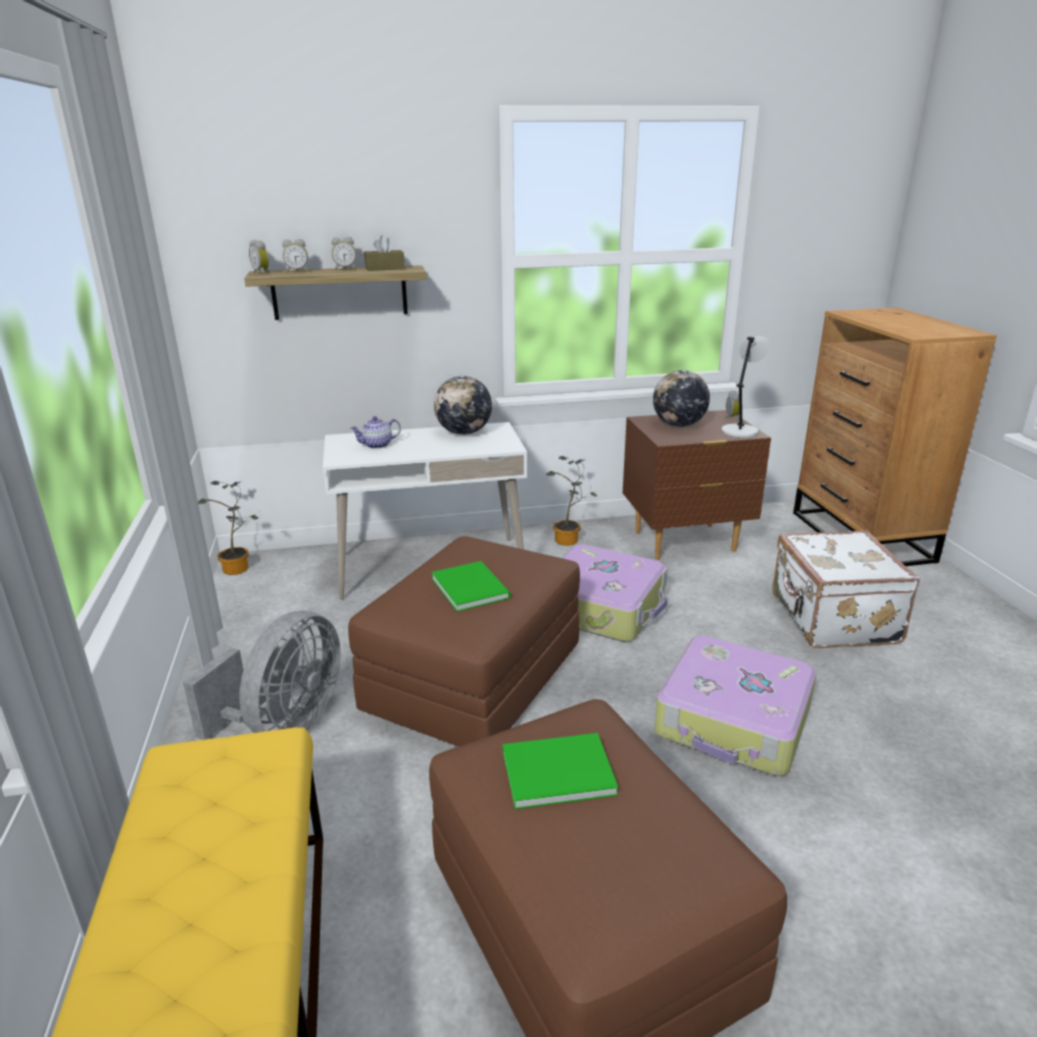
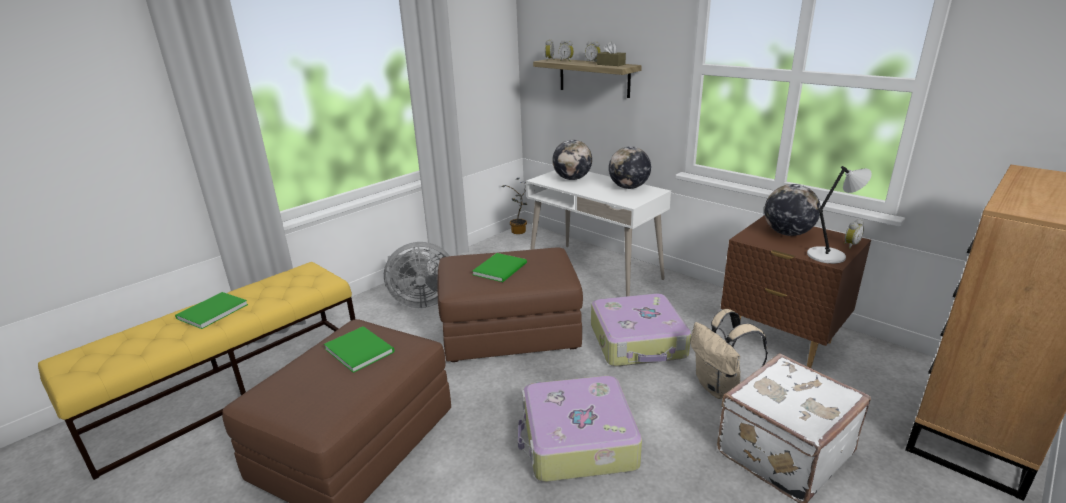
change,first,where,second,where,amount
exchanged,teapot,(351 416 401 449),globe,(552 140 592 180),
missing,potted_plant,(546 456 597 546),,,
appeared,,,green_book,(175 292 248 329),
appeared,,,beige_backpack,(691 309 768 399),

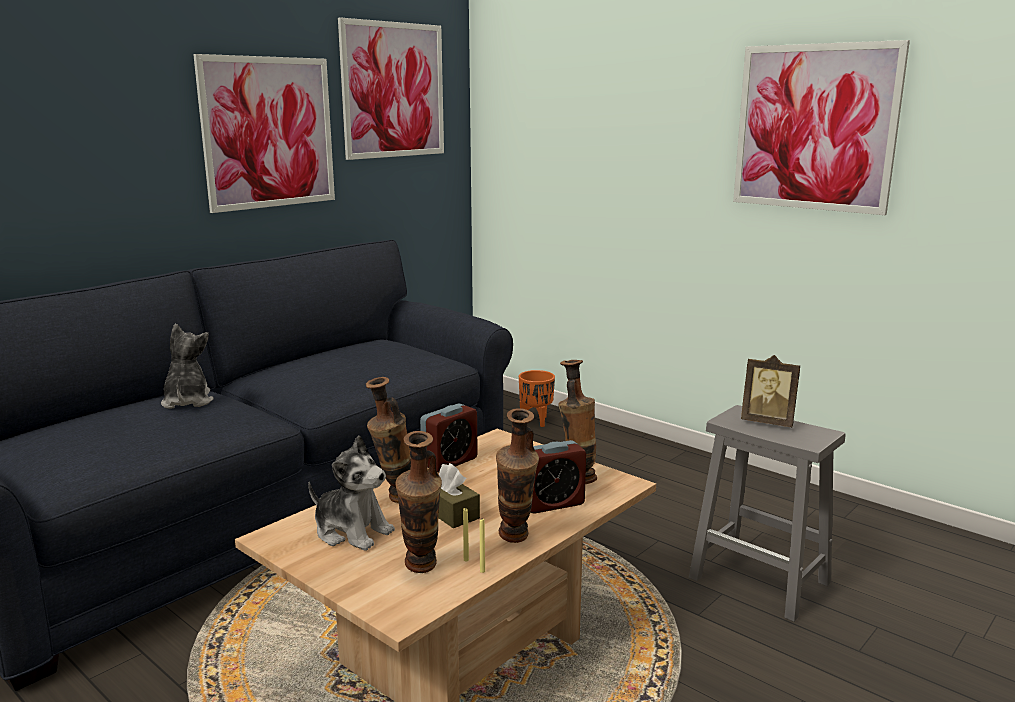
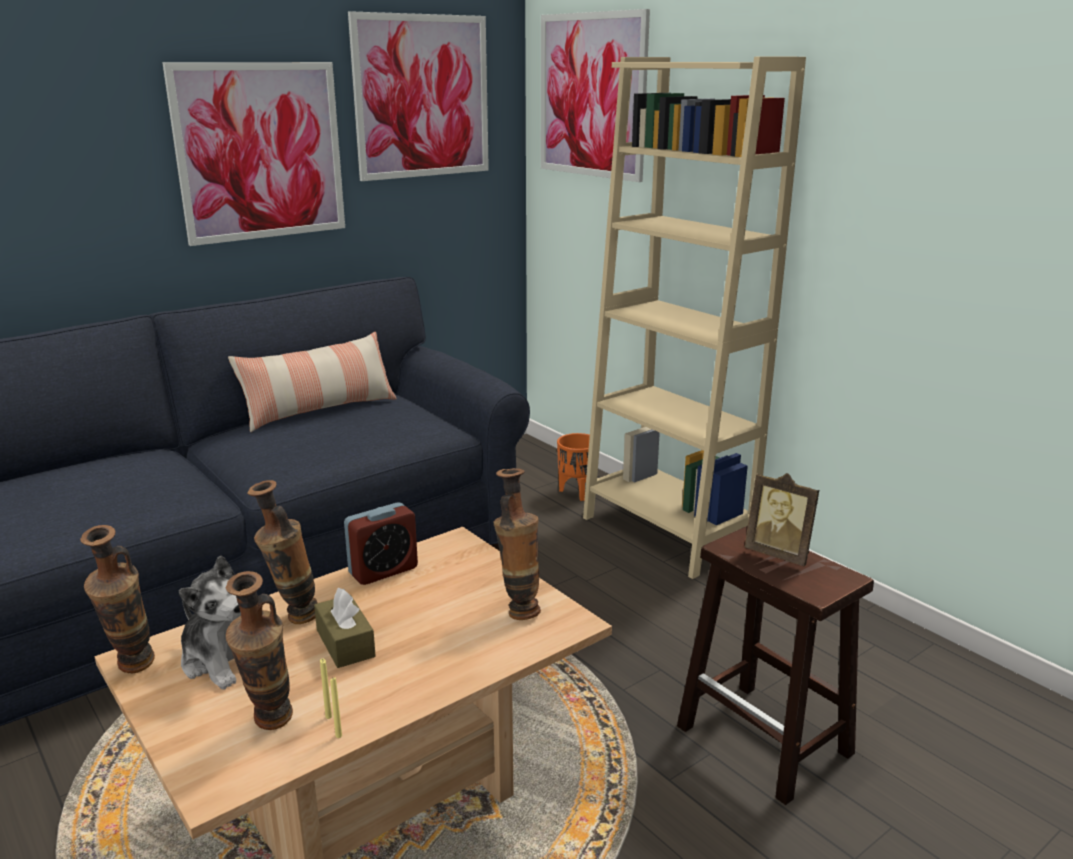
change,first,where,second,where,amount
relocated,picture,(733 40 910 215),,(541 9 650 182),
missing,plush_toy,(161 324 214 409),,,
colour,grey_stool,(689 405 845 622),brown_stool,(677 526 874 805),
relocated,vase,(496 408 539 543),,(80 525 155 673),
missing,alarm_clock,(530 440 586 514),,,
appeared,,,beige_bookcase,(583 57 806 579),
appeared,,,pillow,(228 332 397 432),

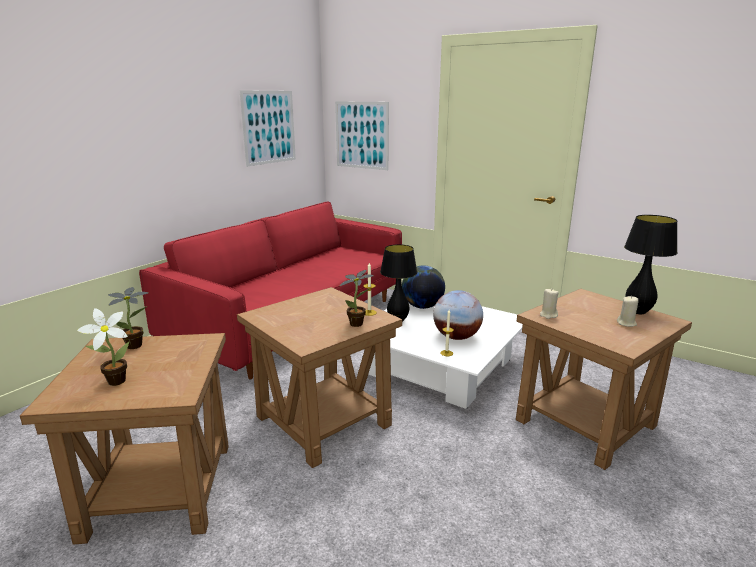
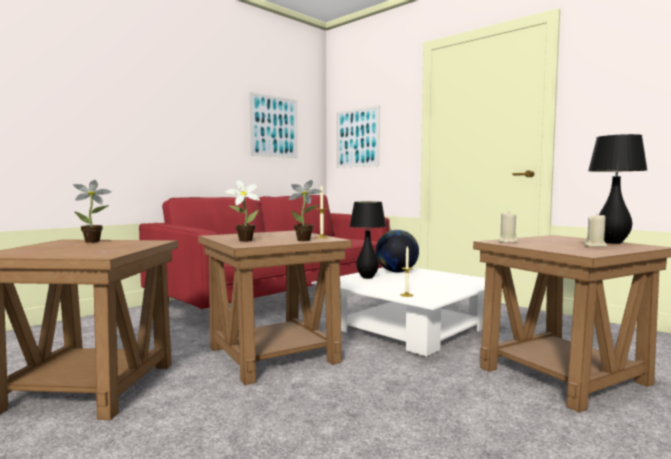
change,first,where,second,where,amount
missing,globe,(433 290 483 340),,,
relocated,potted_plant,(77 308 129 386),,(225 180 260 242),

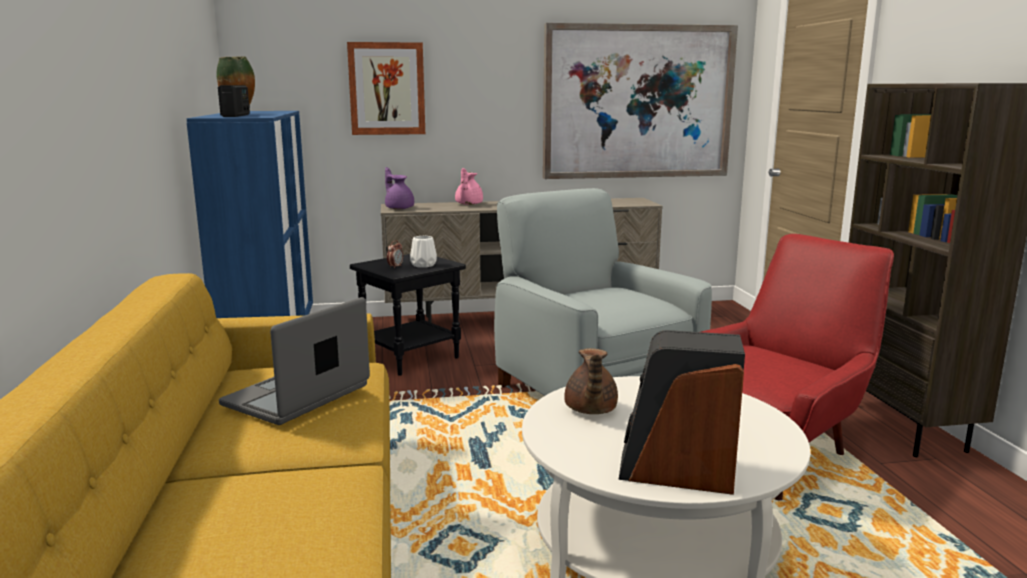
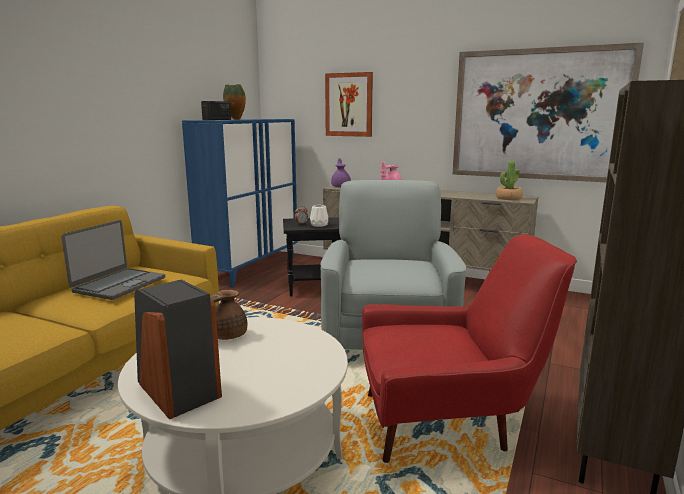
change,first,where,second,where,amount
spun,laptop,(219 297 370 425),,(61 220 165 300),135 degrees clockwise
appeared,,,potted_plant,(496 160 523 200),

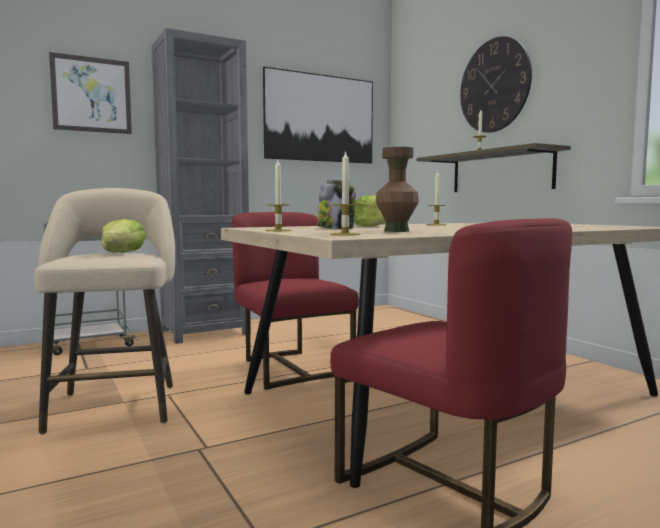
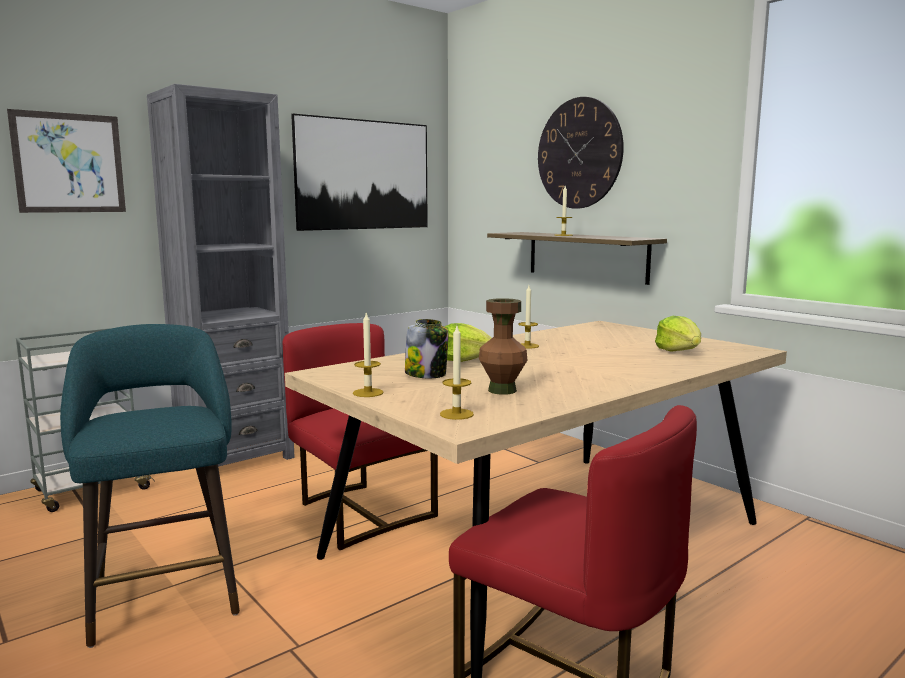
change,first,where,second,where,amount
colour,beige_stool,(35 188 175 435),turquoise_stool,(60 324 240 648),
relocated,lettuce,(101 219 146 253),,(655 316 701 352),

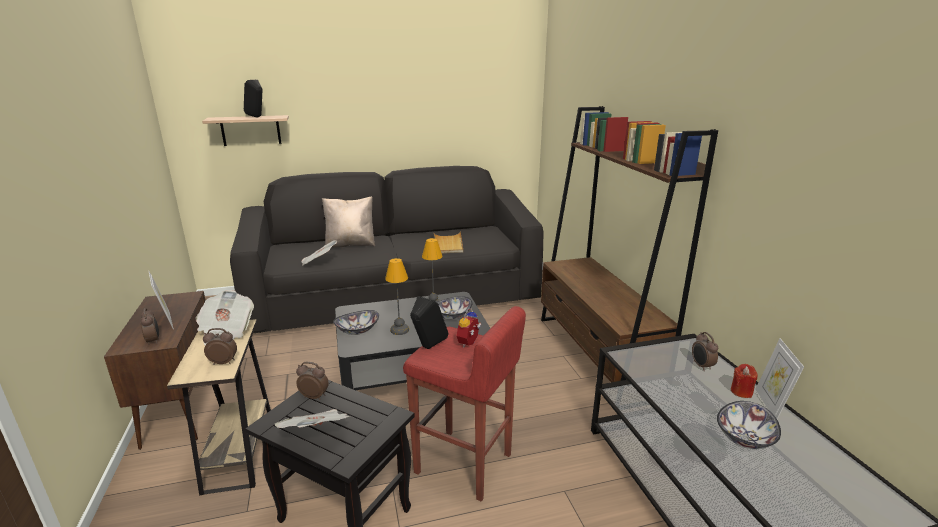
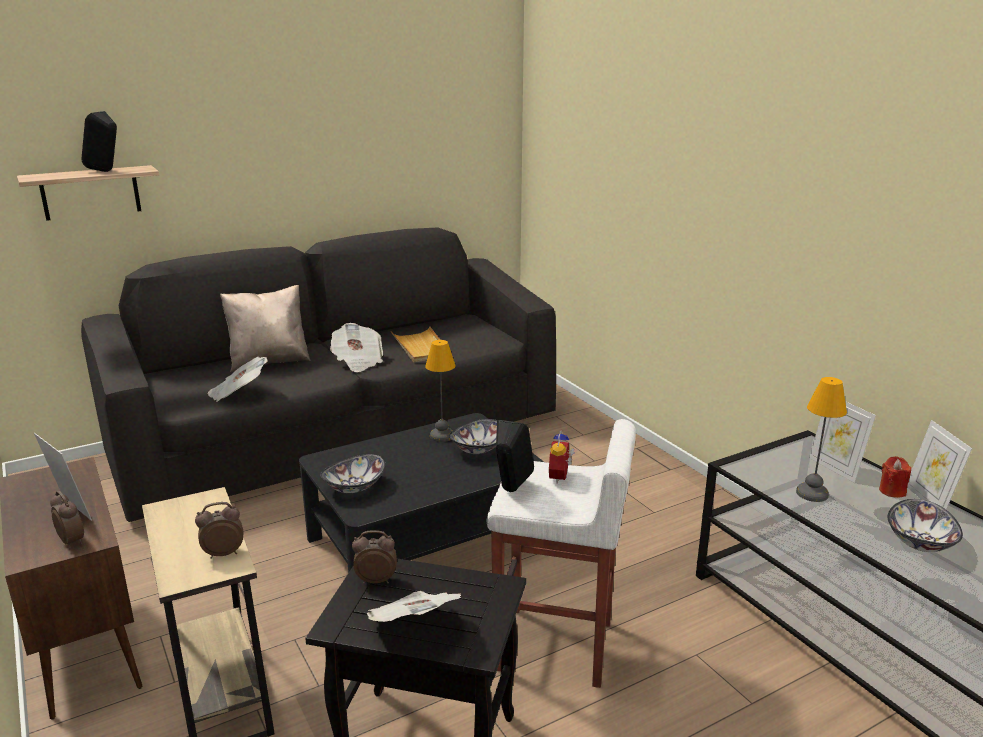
change,first,where,second,where,amount
missing,brown_bookcase,(541 106 718 382),,,
relocated,table_lamp,(385 258 409 335),,(796 377 847 502),
relocated,newspaper,(195 290 254 345),,(330 323 383 372),
colour,red_stool,(403 306 526 502),white_stool,(487 419 636 688),
exchanged,alarm_clock,(692 332 718 371),picture_frame,(809 401 876 483),

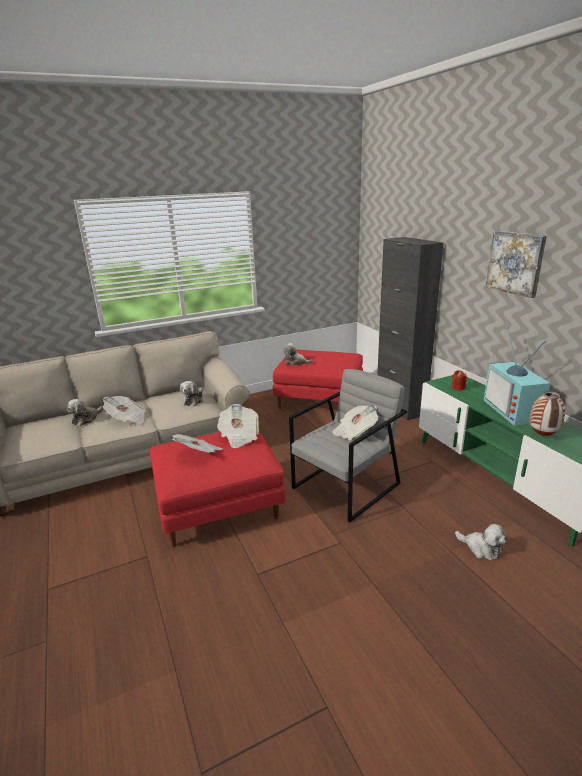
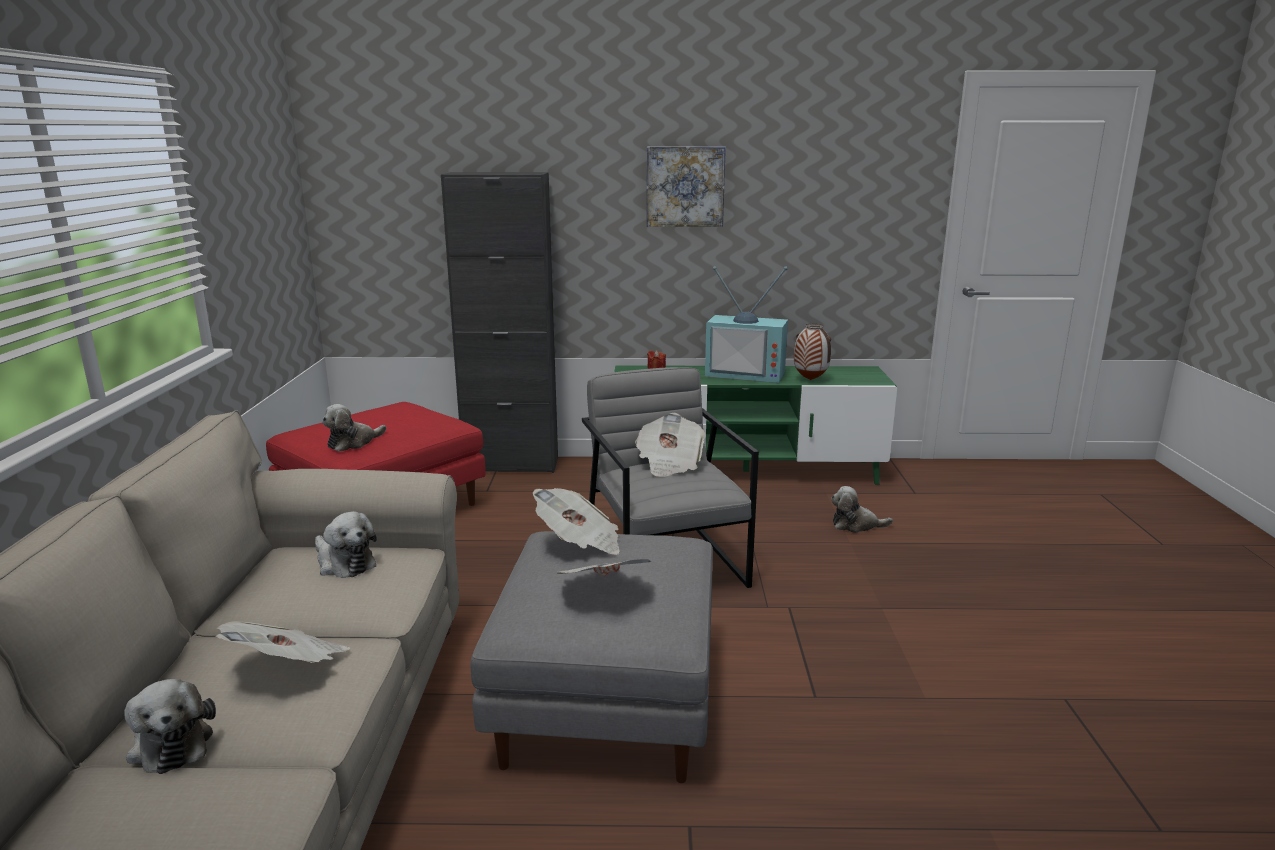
change,first,where,second,where,amount
colour,red_ottoman,(150 431 286 547),grey_ottoman,(471 531 713 783),
spun,plush_toy,(455 524 506 560),,(831 486 893 533),150 degrees counterclockwise

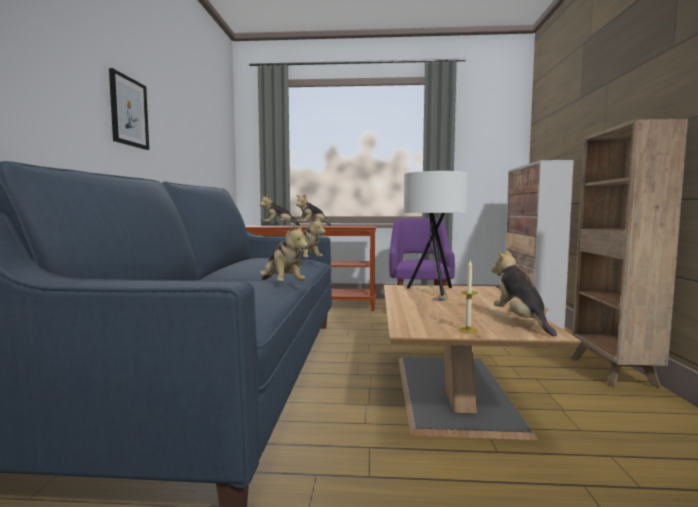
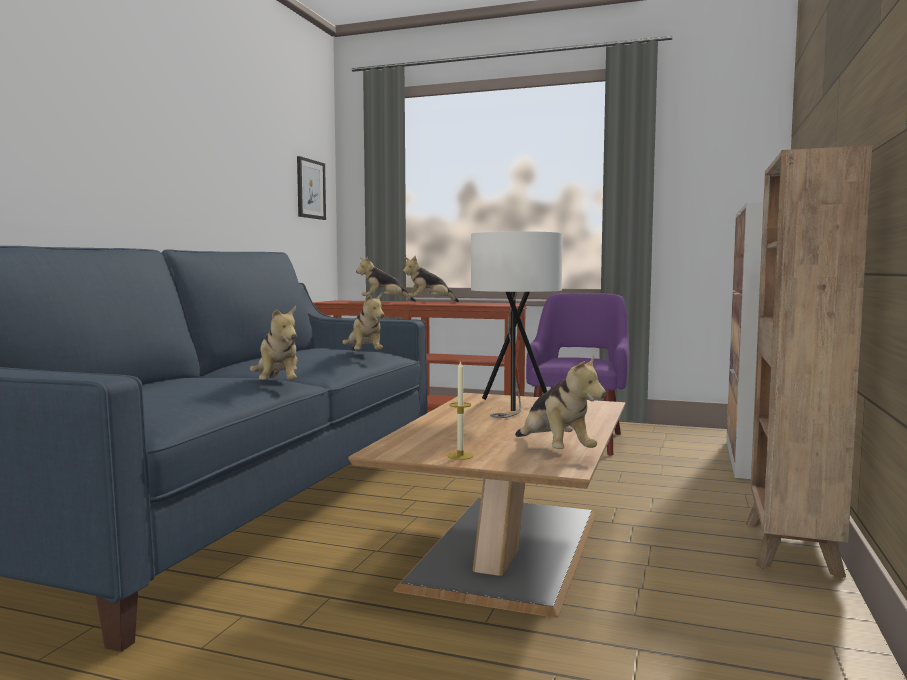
change,first,where,second,where,amount
relocated,picture,(109 68 149 150),,(297 156 326 220),
spun,plush_toy,(491 250 557 337),,(515 355 606 449),150 degrees clockwise

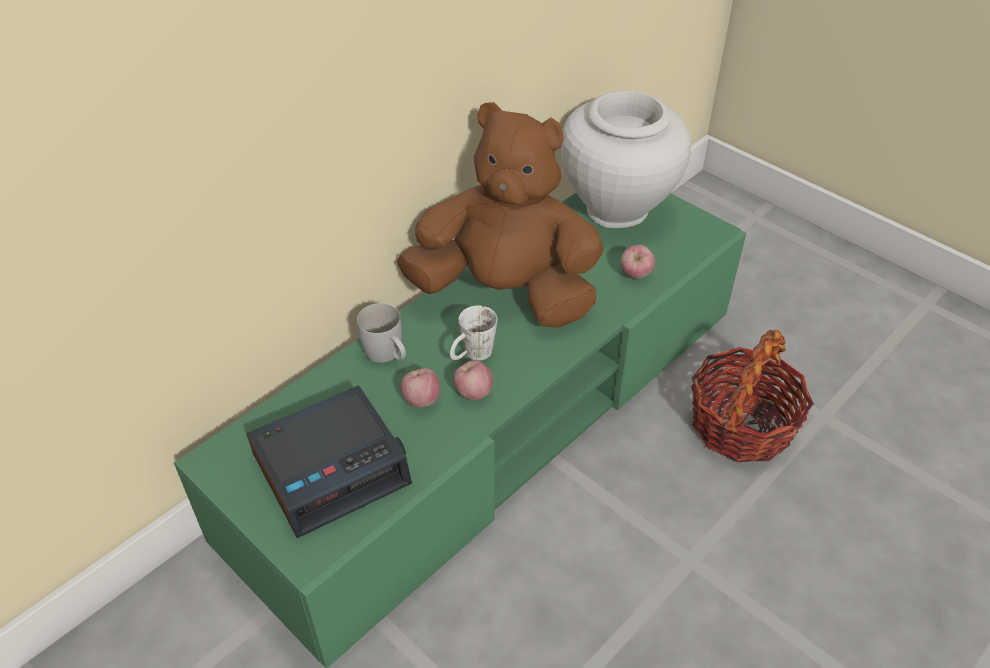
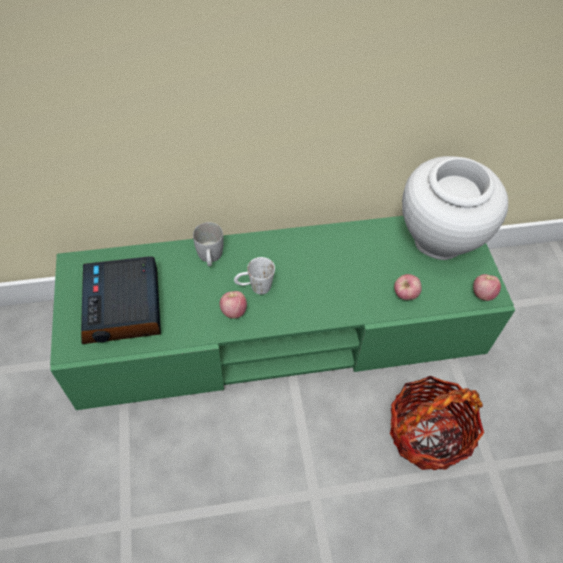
change,first,where,second,where,amount
missing,brown_plush_toy,(397 102 604 328),,,
relocated,apple,(401 368 440 408),,(473 274 501 301),
spun,alarm_clock,(247 385 412 538),,(81 257 161 344),75 degrees clockwise

